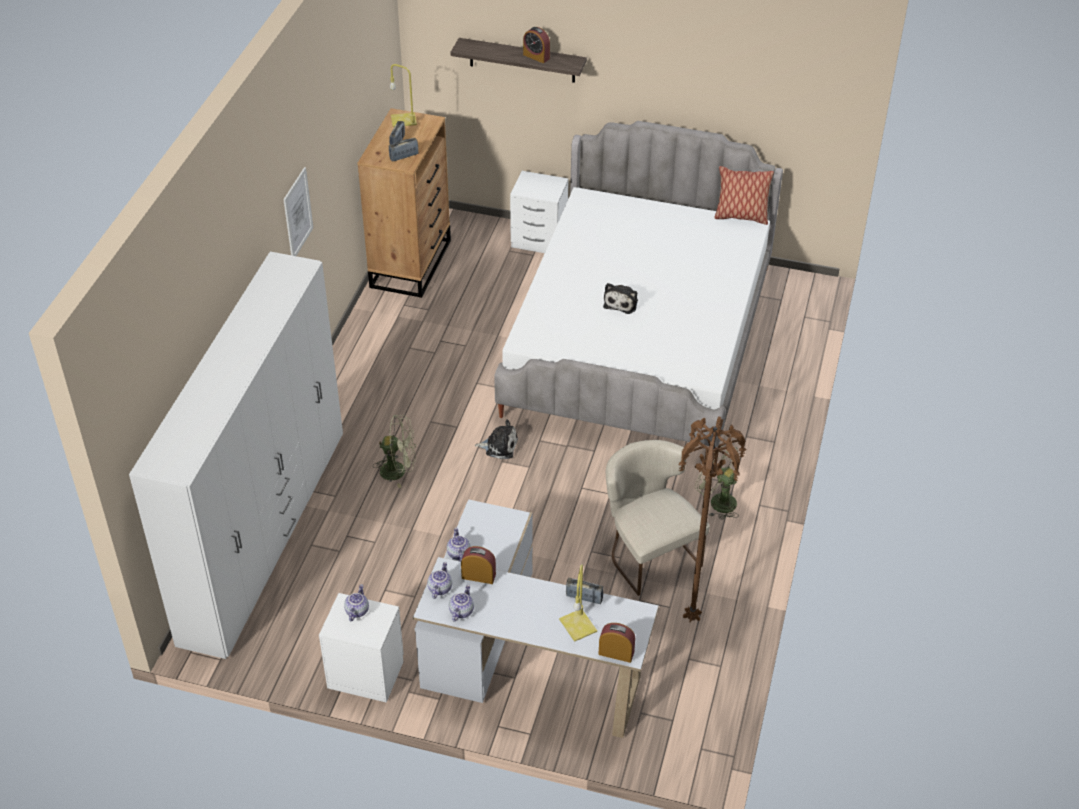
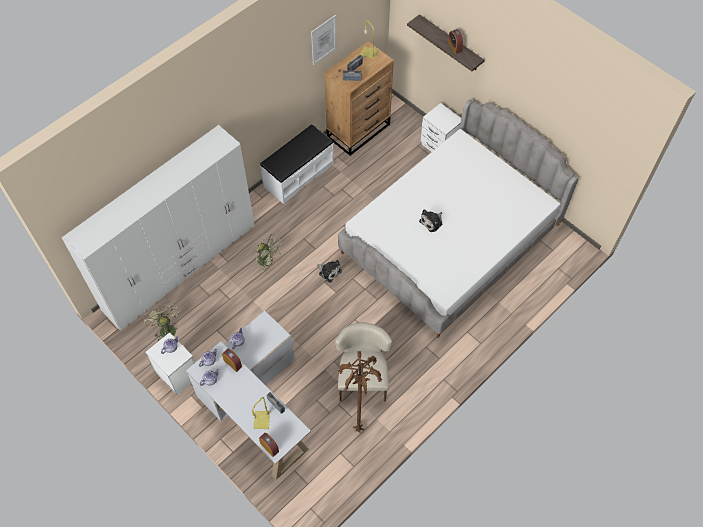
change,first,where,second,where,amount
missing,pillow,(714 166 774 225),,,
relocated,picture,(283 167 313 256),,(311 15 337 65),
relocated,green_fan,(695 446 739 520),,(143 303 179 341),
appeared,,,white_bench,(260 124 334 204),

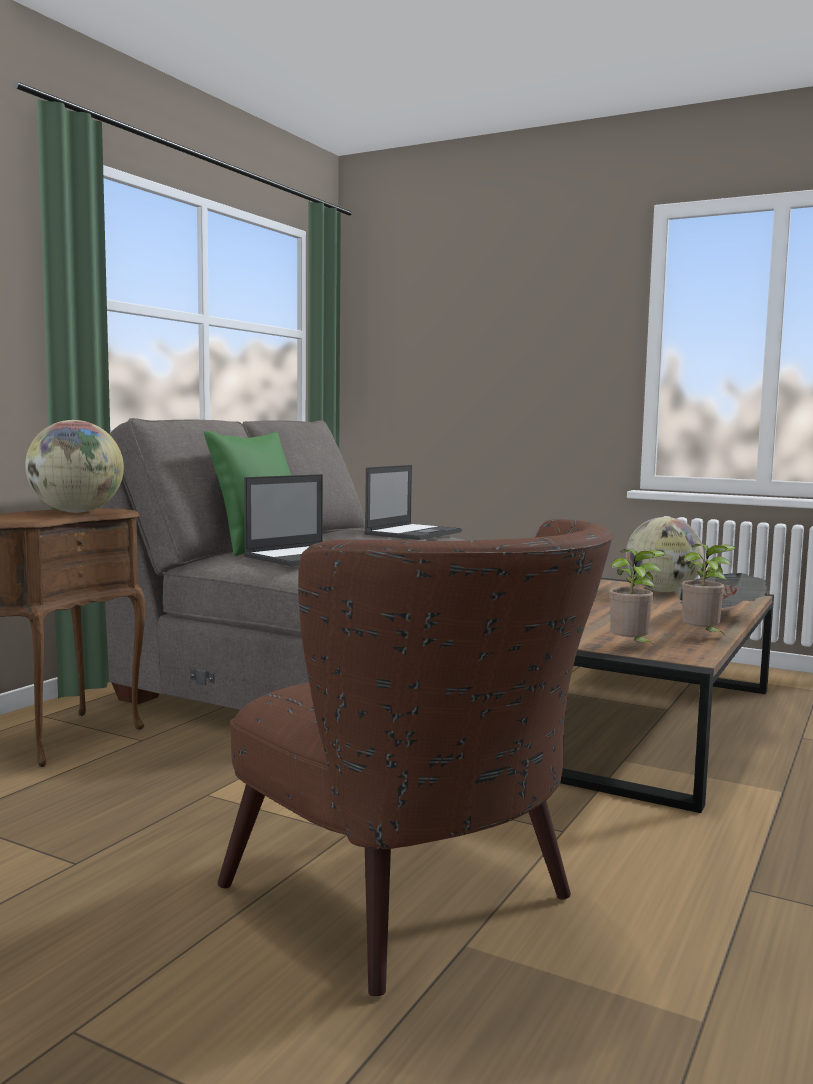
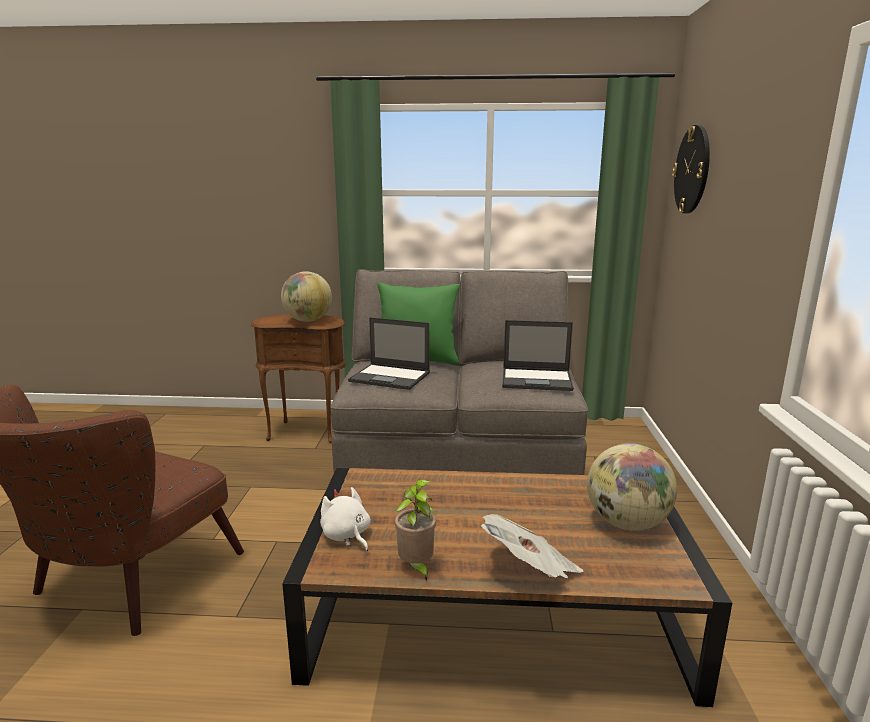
change,first,where,second,where,amount
exchanged,potted_plant,(609 549 666 647),white_plush_toy,(320 487 370 551),
appeared,,,wall_clock,(672 125 710 214),

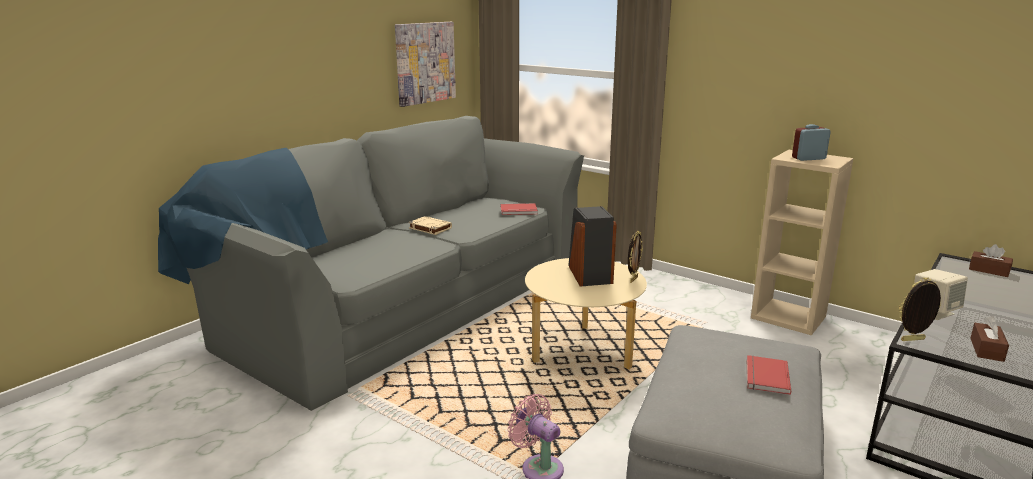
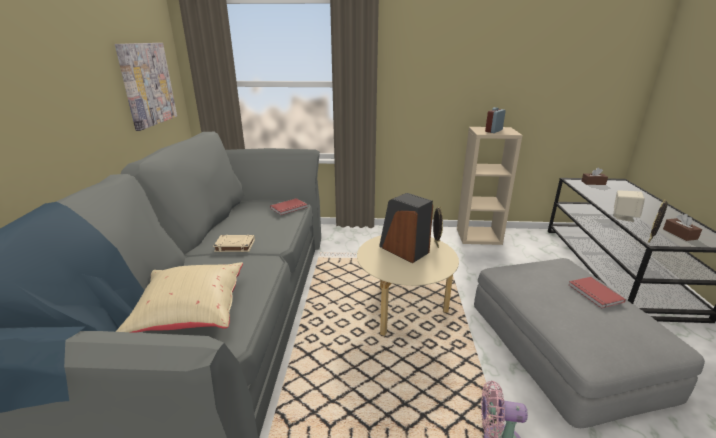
change,first,where,second,where,amount
appeared,,,beige_pillow,(116 262 243 333),

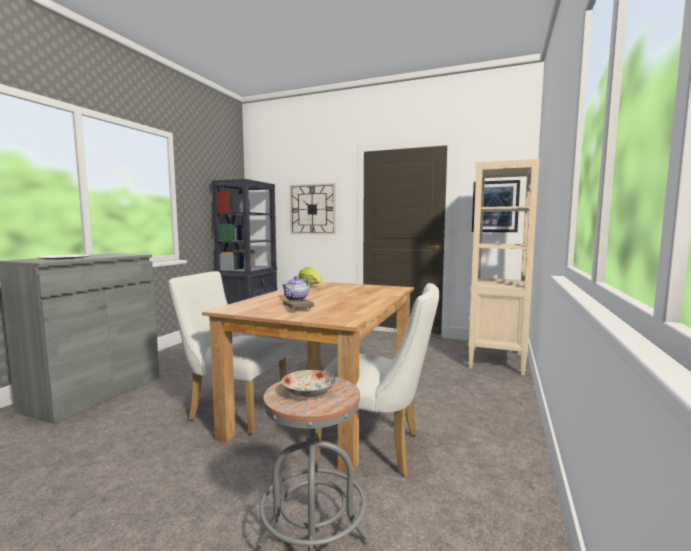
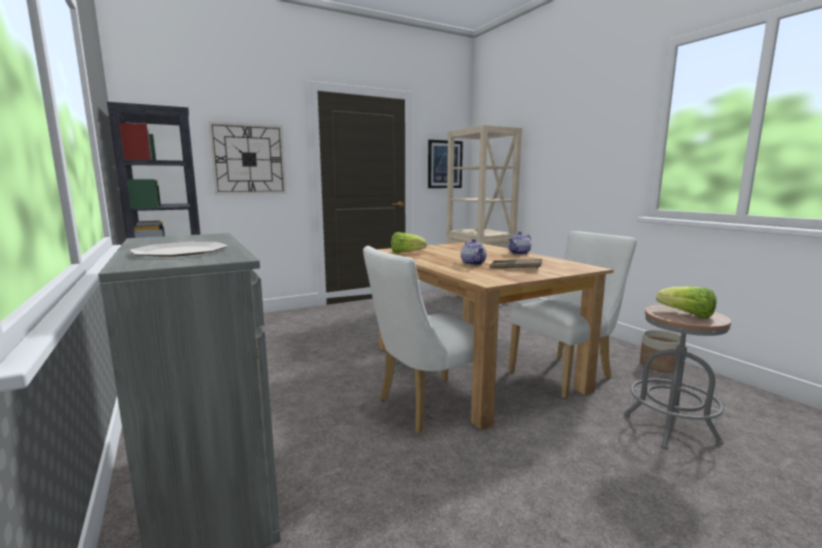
change,first,where,second,where,amount
exchanged,plate,(281 370 336 397),lettuce,(656 286 717 318),
appeared,,,teapot,(508 231 531 255),
appeared,,,planter,(640 330 686 373),

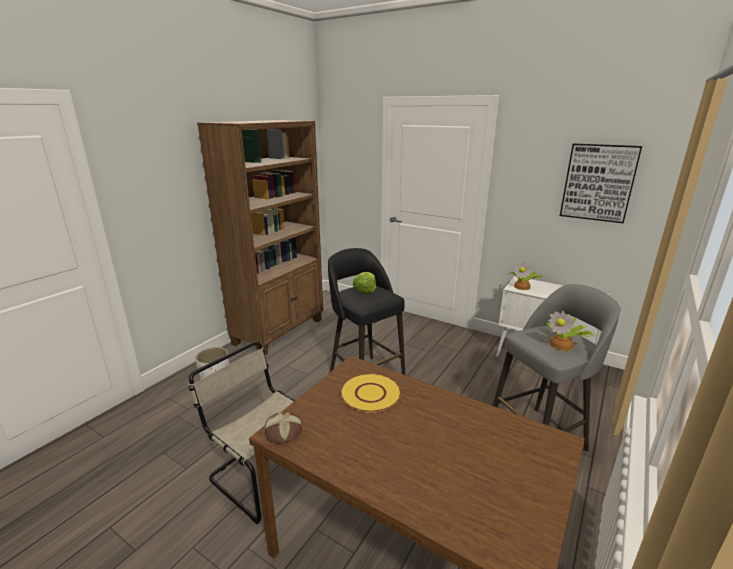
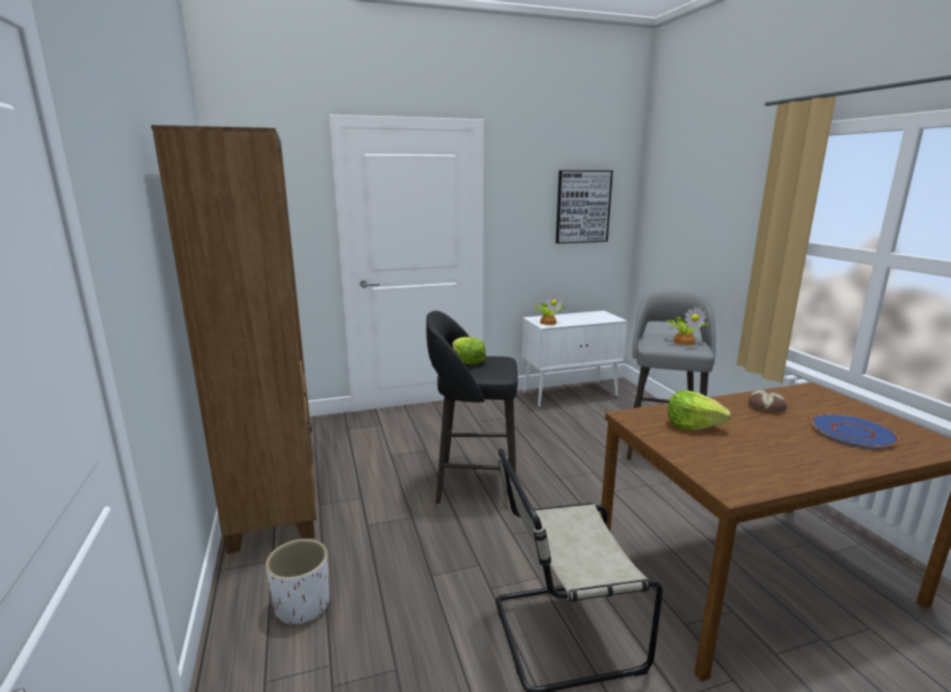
change,first,where,second,where,amount
exchanged,yellow_plate,(340 373 401 413),lettuce,(668 390 731 430),
relocated,bread,(265 412 302 443),,(748 389 787 413),
appeared,,,blue_plate,(811 414 899 449),

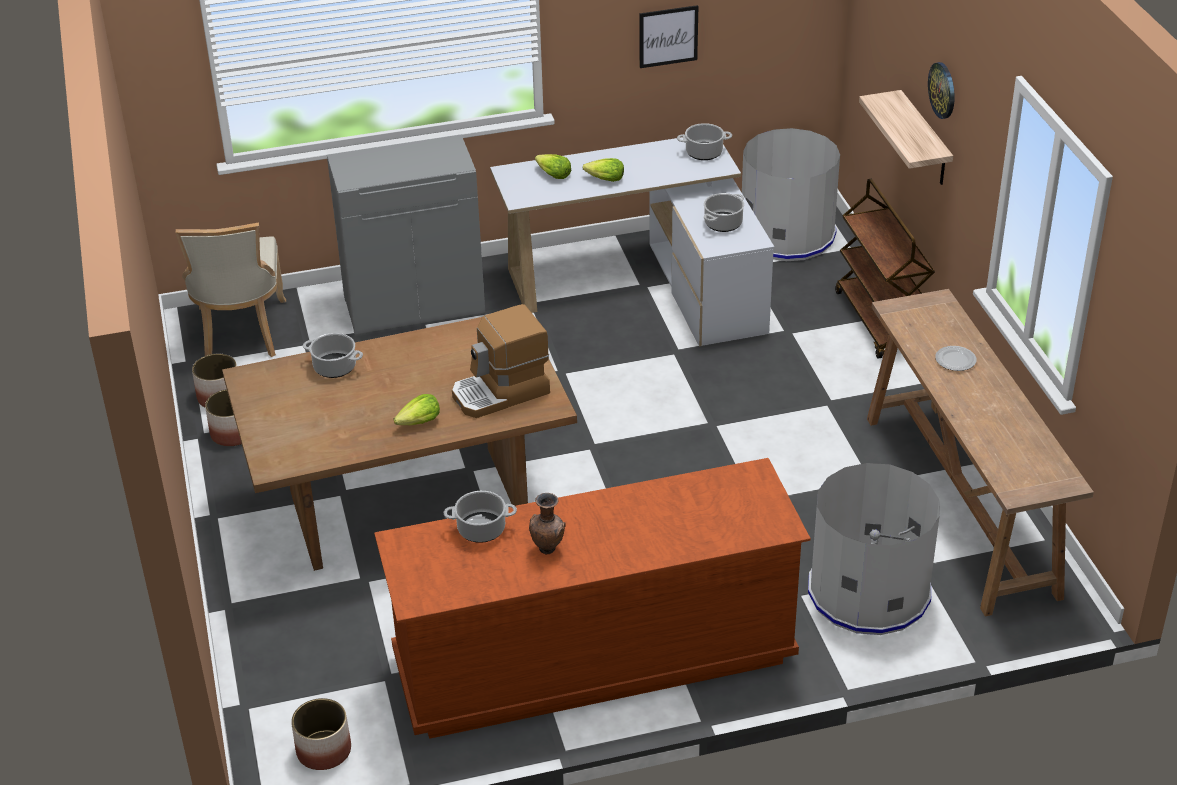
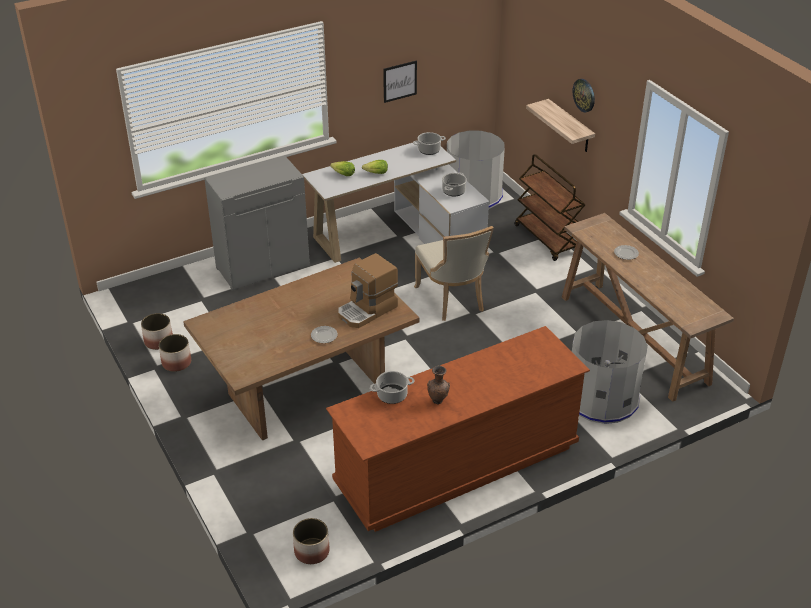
change,first,where,second,where,amount
relocated,beige_chair,(176 222 286 357),,(414 226 494 321),
missing,cooking_pot,(303 333 363 378),,,
exchanged,lettuce,(394 394 440 426),plate,(311 326 338 343),

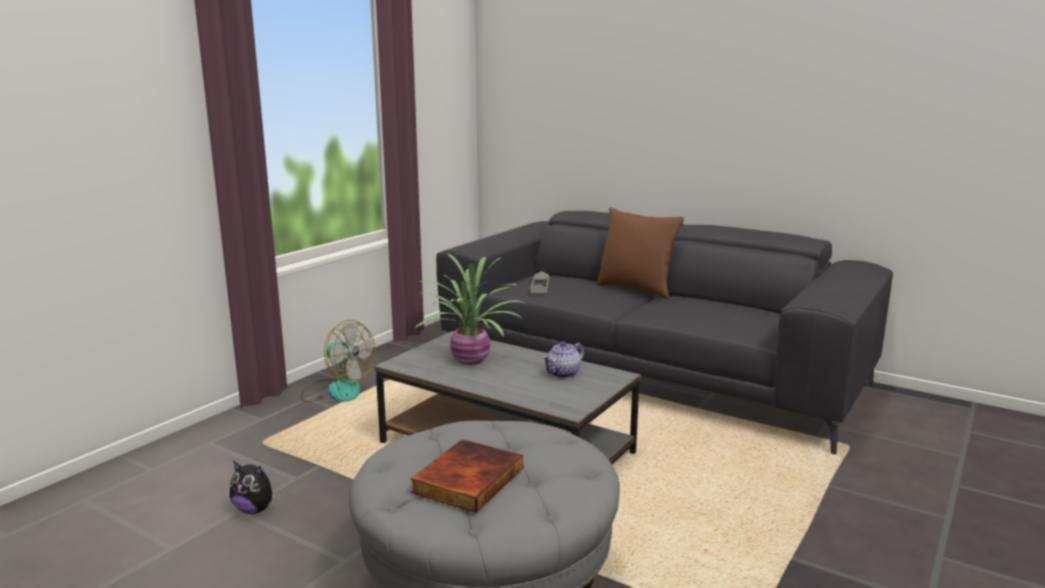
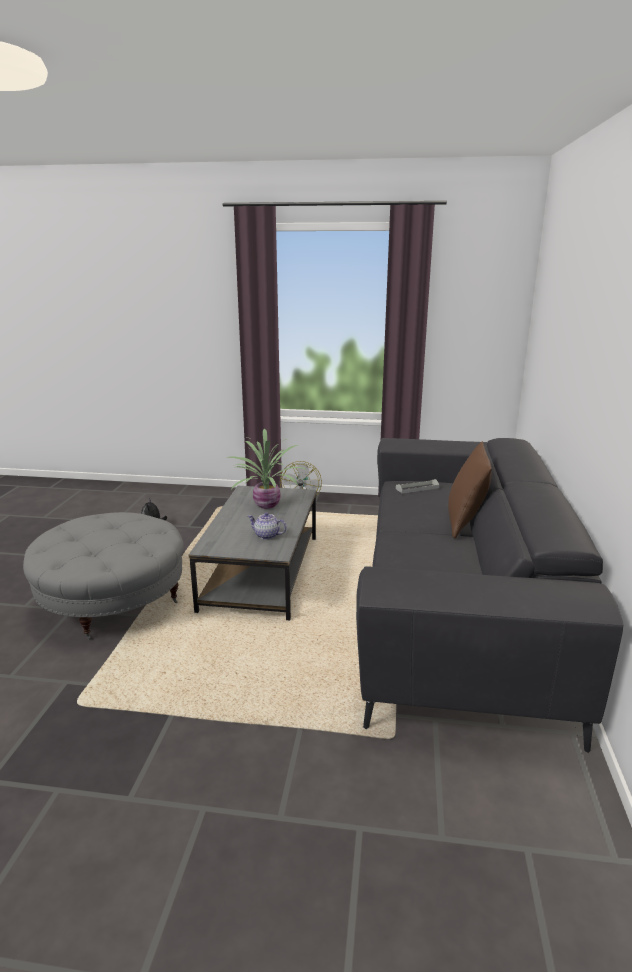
change,first,where,second,where,amount
missing,book,(410 439 523 512),,,

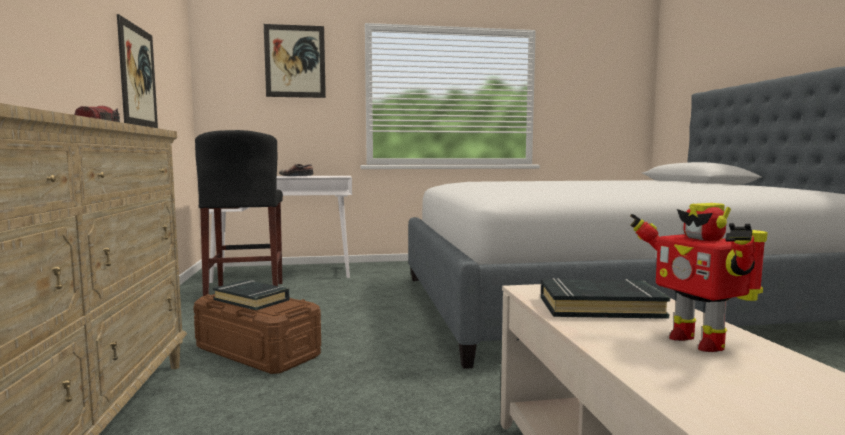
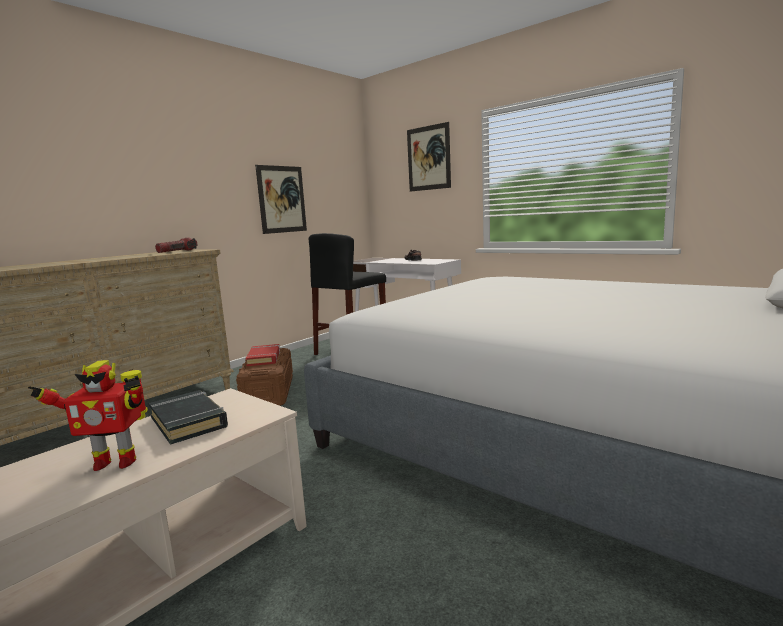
change,first,where,second,where,amount
spun,toy_robot,(630 203 768 352),,(28 360 148 471),120 degrees counterclockwise
colour,black_book,(213 280 290 310),red_book,(246 344 280 366),

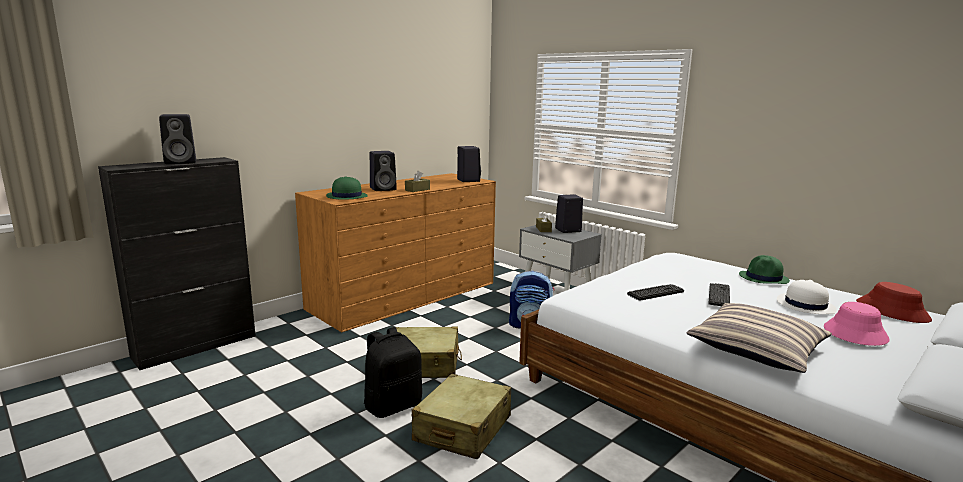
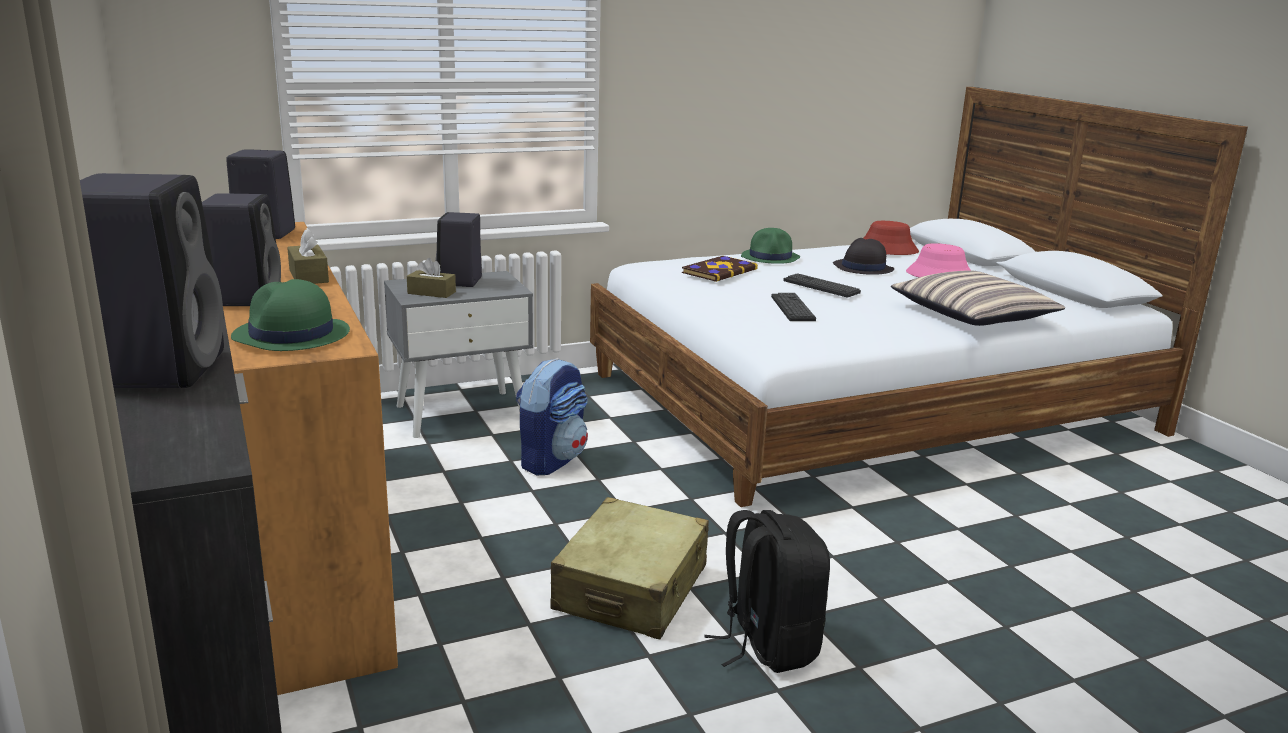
change,first,where,second,where,amount
colour,white_hat,(777 280 836 314),black_hat,(833 238 894 275),
missing,beige_suitcase,(412 374 511 459),,,
appeared,,,book,(682 256 758 282),

